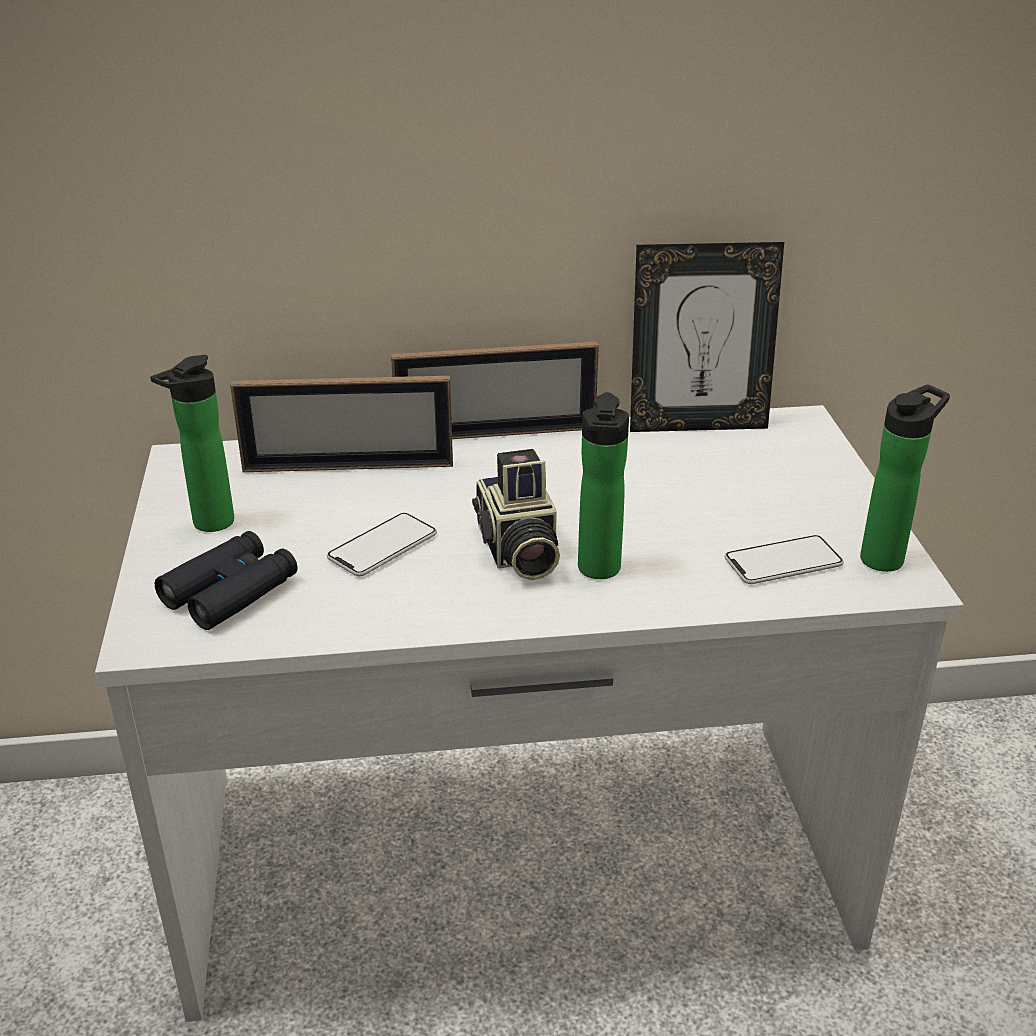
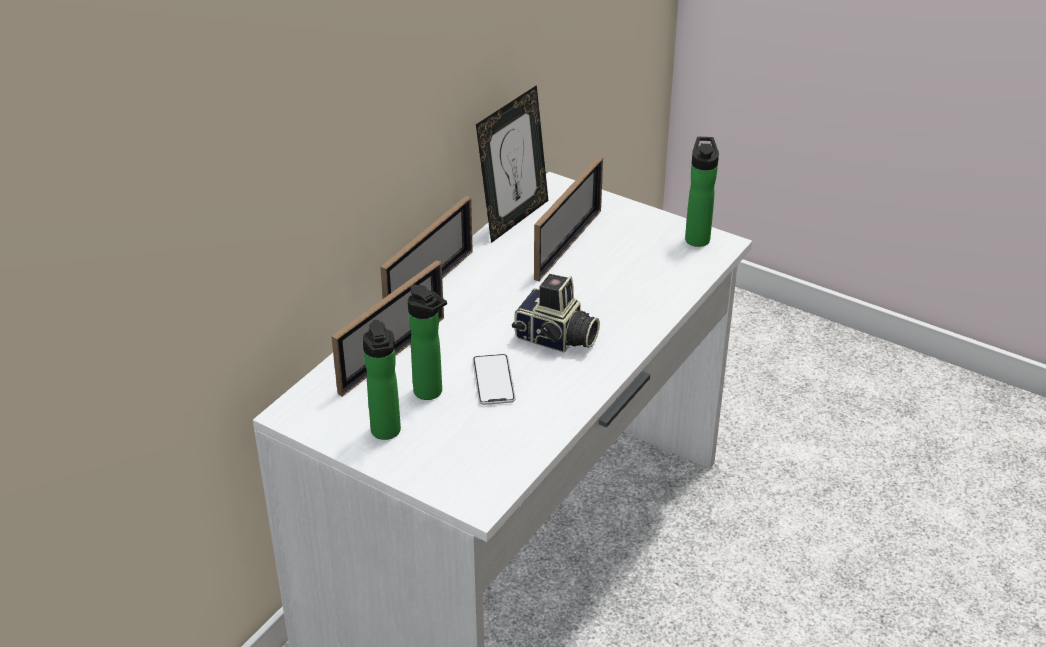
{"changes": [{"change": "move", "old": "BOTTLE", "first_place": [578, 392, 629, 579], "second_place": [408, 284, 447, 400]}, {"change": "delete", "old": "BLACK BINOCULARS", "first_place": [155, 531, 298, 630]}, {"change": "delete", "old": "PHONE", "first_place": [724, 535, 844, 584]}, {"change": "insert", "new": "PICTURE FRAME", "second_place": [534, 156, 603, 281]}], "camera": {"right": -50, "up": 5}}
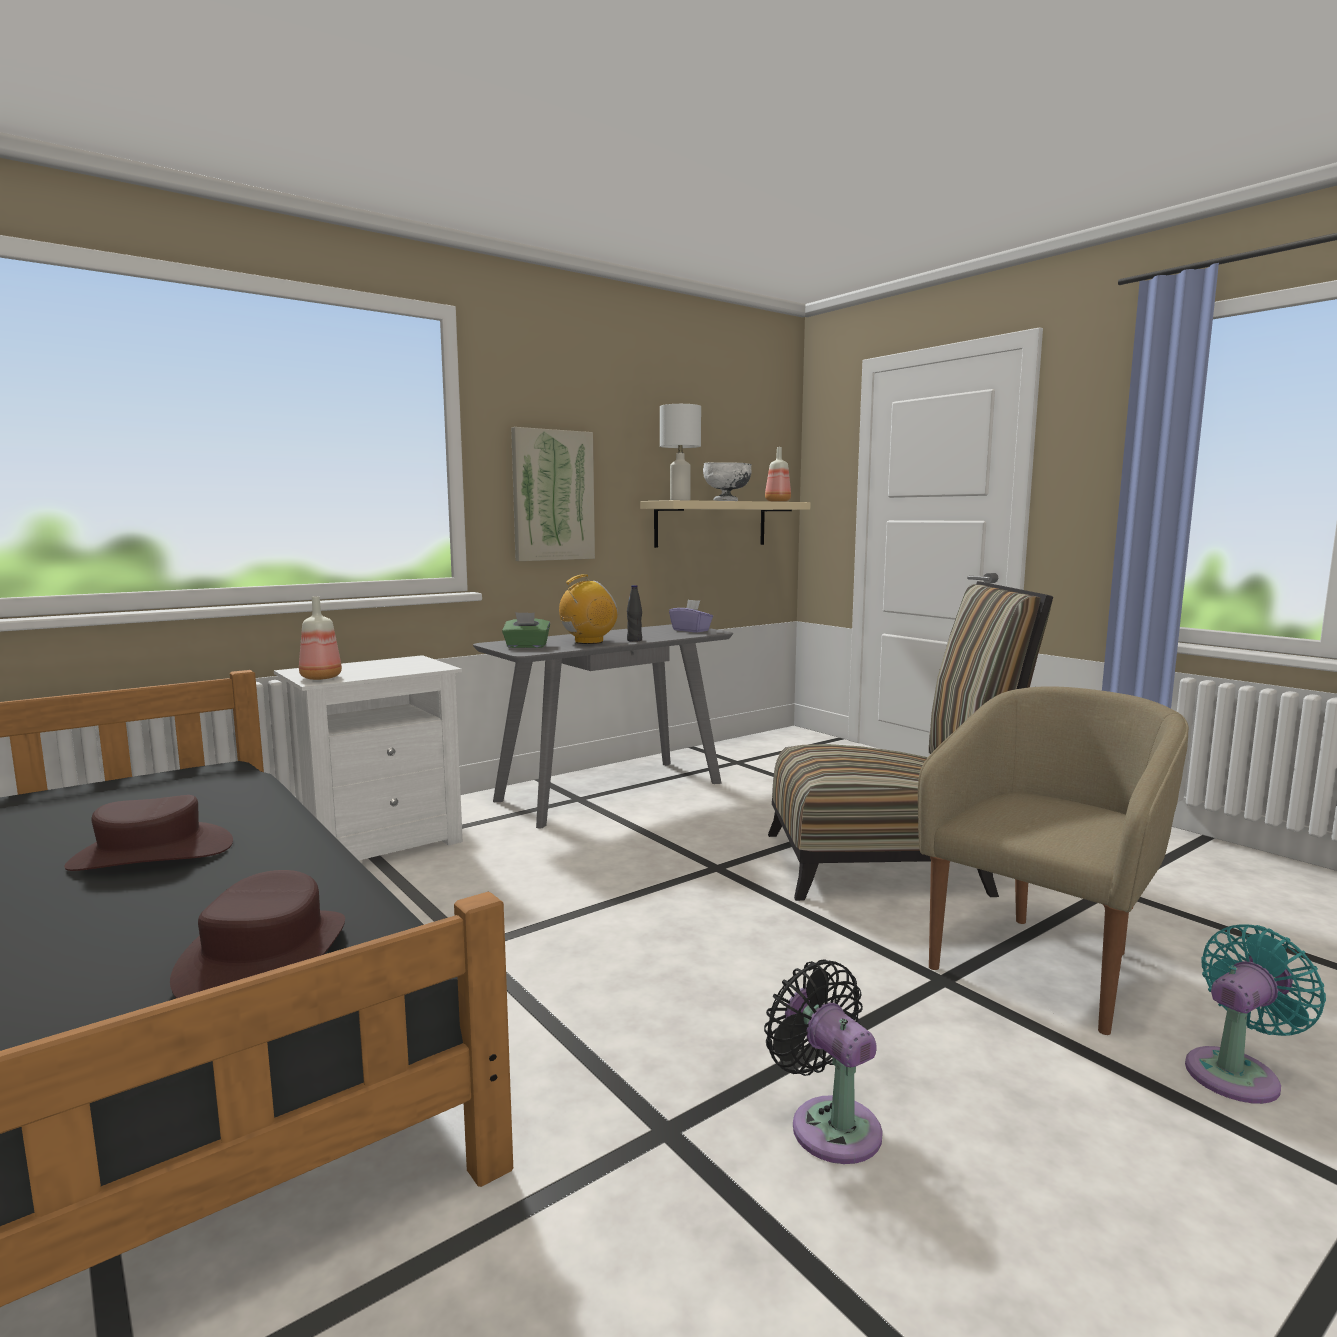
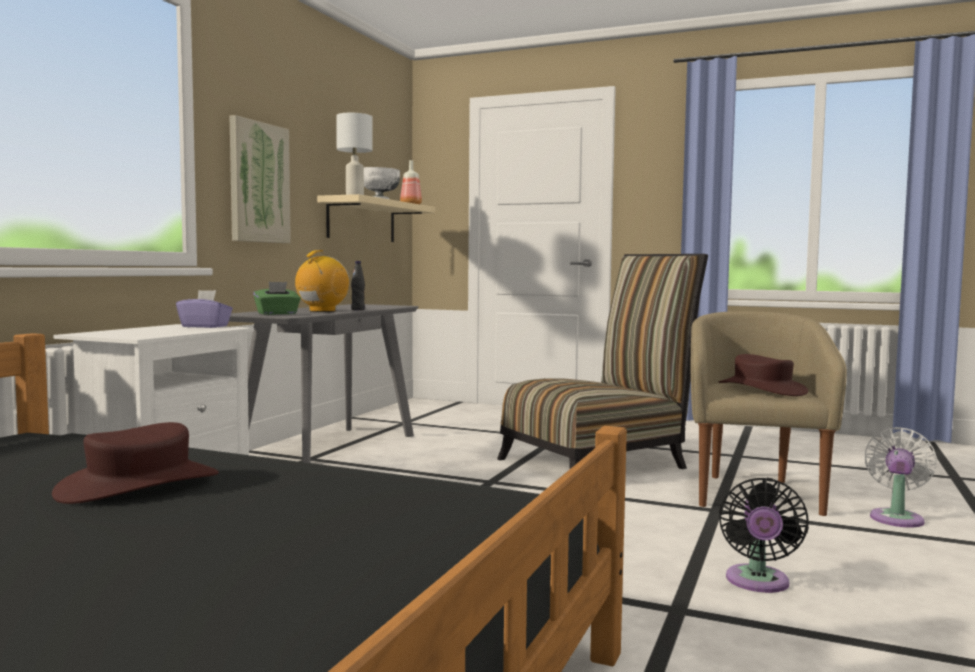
{"changes": [{"change": "delete", "old": "BOTTLE", "first_place": [299, 596, 342, 680]}, {"change": "move", "old": "PURPLE TISSUE BOX", "first_place": [669, 600, 713, 632], "second_place": [176, 290, 233, 328]}, {"change": "move", "old": "BROWN HAT", "first_place": [170, 870, 345, 998], "second_place": [718, 354, 808, 396]}, {"change": "recolor", "old": "TURQUOISE FAN", "new": "WHITE FAN", "first_place": [1185, 925, 1326, 1104], "second_place": [864, 427, 937, 527]}, {"change": "rotate", "old": "BLACK FAN", "first_place": [764, 959, 883, 1164], "second_place": [719, 478, 809, 593], "degrees": -105}], "camera": {"right": -30, "up": -5}}
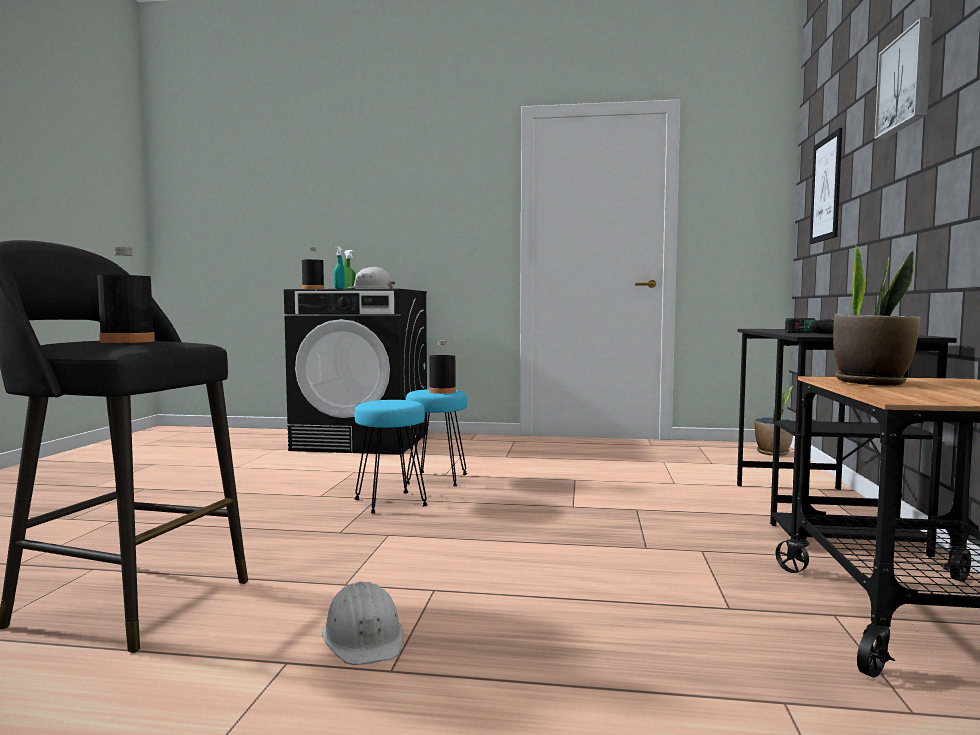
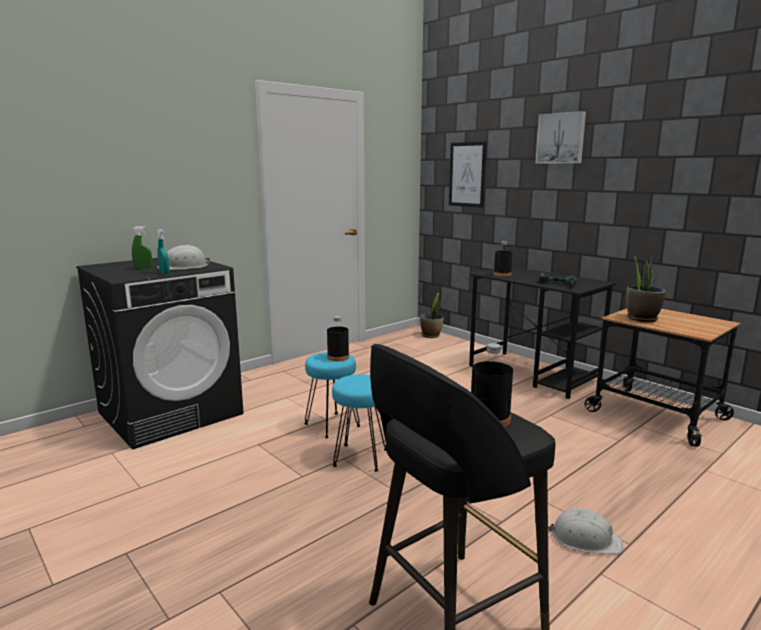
{"changes": [{"change": "move", "old": "BLACK BOTTLE", "first_place": [302, 247, 324, 289], "second_place": [494, 241, 512, 277]}], "camera": {"right": -50, "up": 10}}
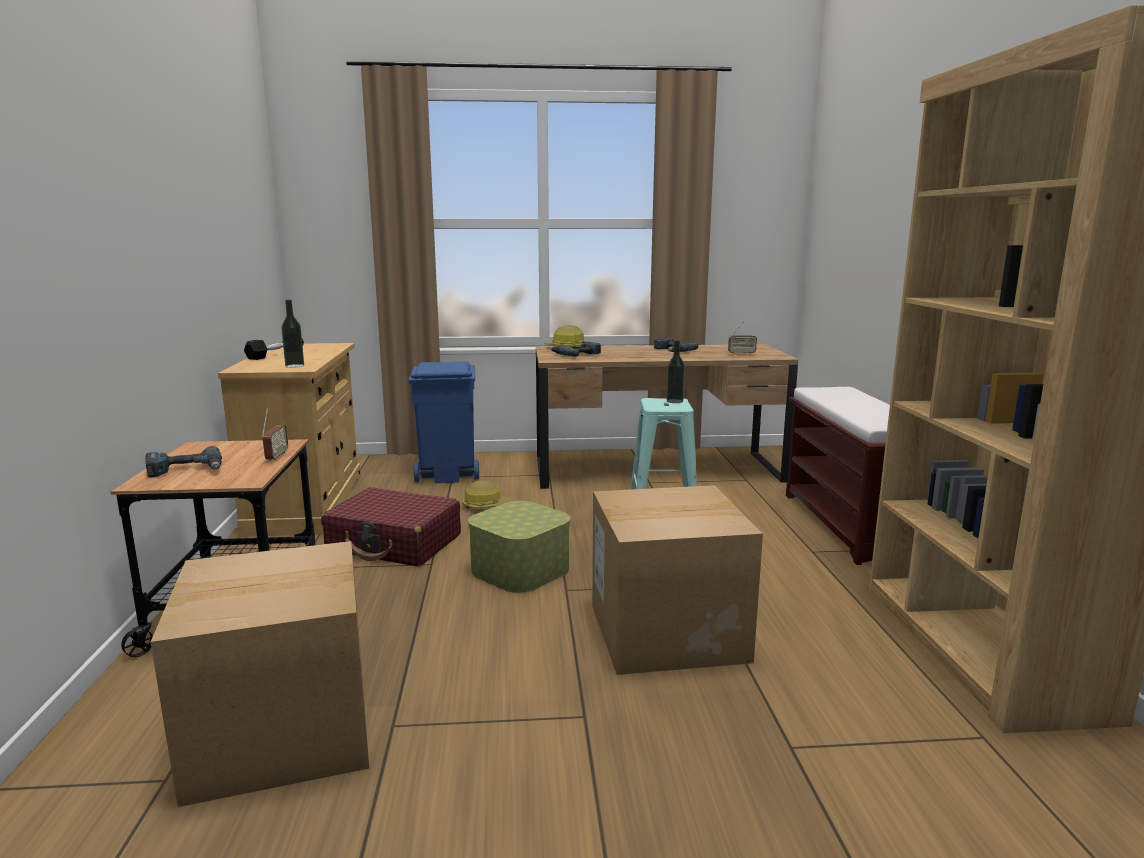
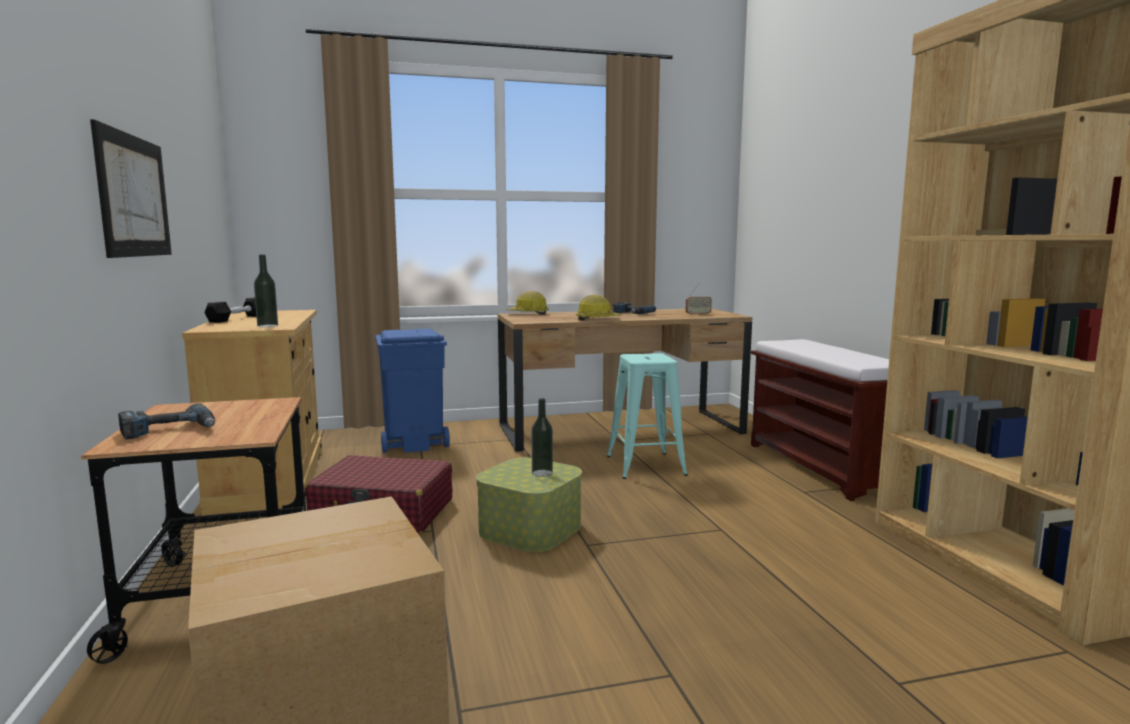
{"changes": [{"change": "move", "old": "BOTTLE", "first_place": [666, 340, 685, 403], "second_place": [531, 398, 553, 477]}, {"change": "delete", "old": "POWER DRILL", "first_place": [551, 342, 601, 357]}, {"change": "delete", "old": "RADIO", "first_place": [262, 408, 288, 461]}, {"change": "move", "old": "HARD HAT", "first_place": [462, 481, 511, 509], "second_place": [576, 295, 621, 320]}, {"change": "delete", "old": "CARDBOARD BOX", "first_place": [592, 485, 763, 675]}, {"change": "insert", "new": "PICTURE", "second_place": [90, 119, 172, 258]}], "camera": {"right": -10, "up": -5}}
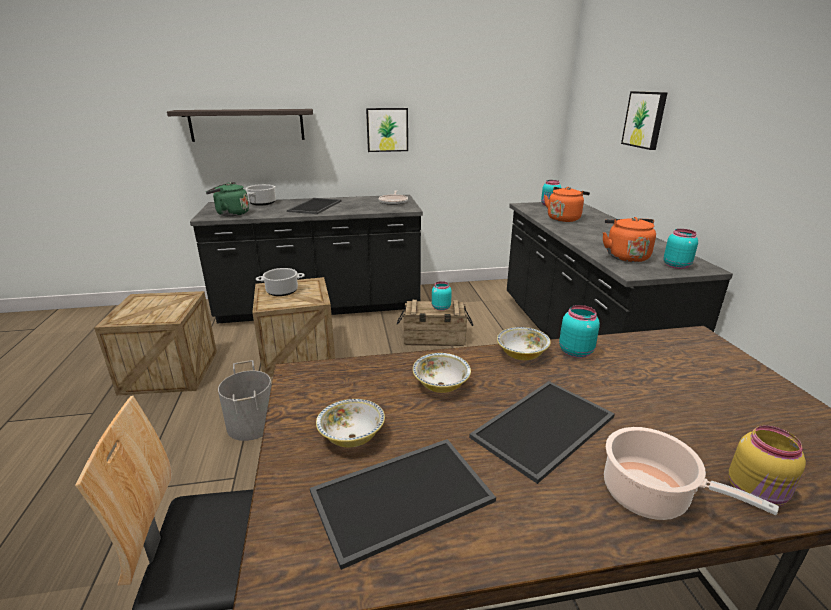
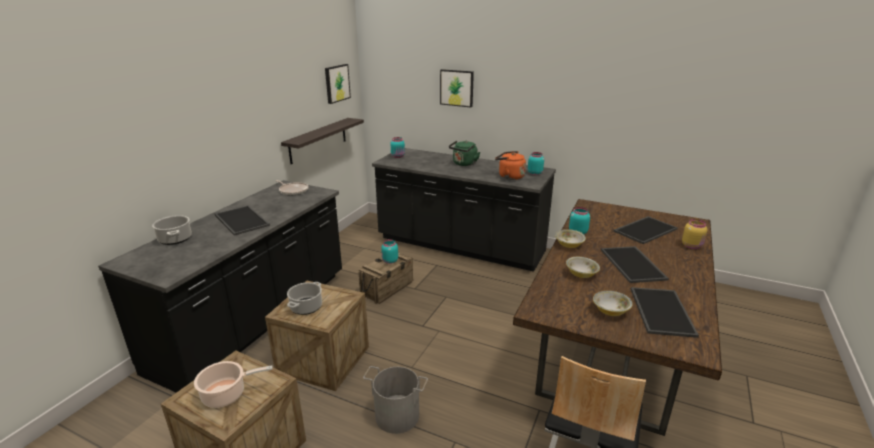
{"changes": [{"change": "move", "old": "PICTURE", "first_place": [366, 108, 408, 152], "second_place": [325, 64, 351, 104]}, {"change": "move", "old": "SHELF", "first_place": [167, 109, 313, 142], "second_place": [281, 118, 364, 164]}, {"change": "move", "old": "GREEN KETTLE", "first_place": [206, 182, 249, 217], "second_place": [449, 140, 480, 166]}, {"change": "delete", "old": "ORANGE KETTLE", "first_place": [544, 187, 590, 222]}, {"change": "move", "old": "COOKING POT", "first_place": [604, 427, 779, 520], "second_place": [194, 361, 273, 408]}, {"change": "insert", "new": "TRAY", "second_place": [613, 216, 678, 244]}], "camera": {"right": -55, "up": 0}}
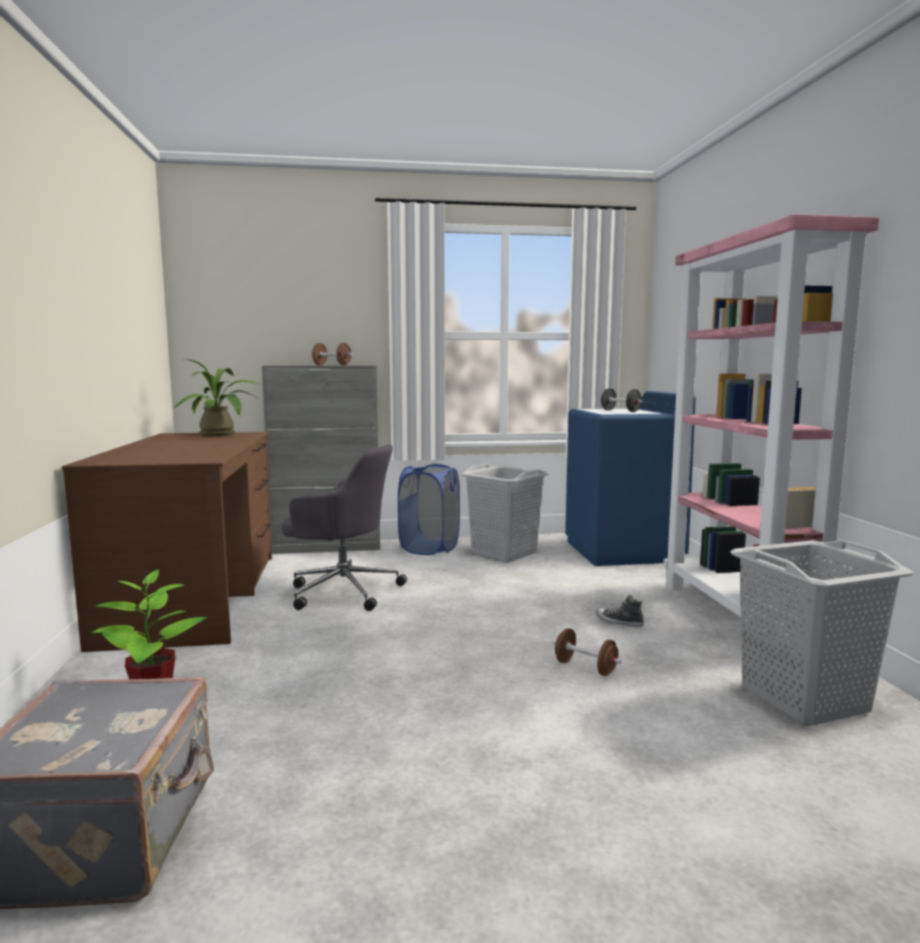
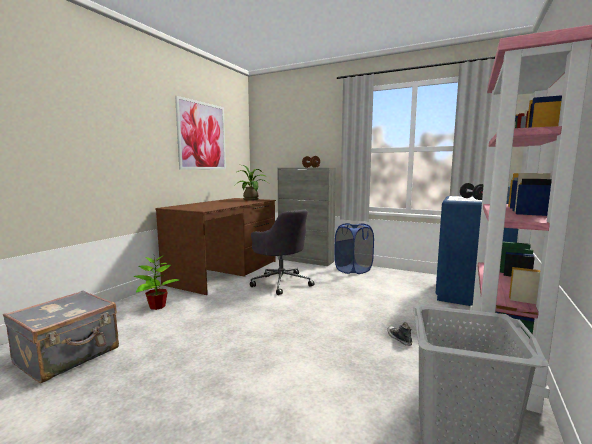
{"changes": [{"change": "delete", "old": "GREY LAUNDRY BASKET", "first_place": [461, 463, 550, 562]}, {"change": "delete", "old": "BROWN DUMBBELL", "first_place": [553, 628, 622, 676]}, {"change": "insert", "new": "PICTURE", "second_place": [175, 96, 226, 169]}], "camera": {"right": 35, "up": 0}}
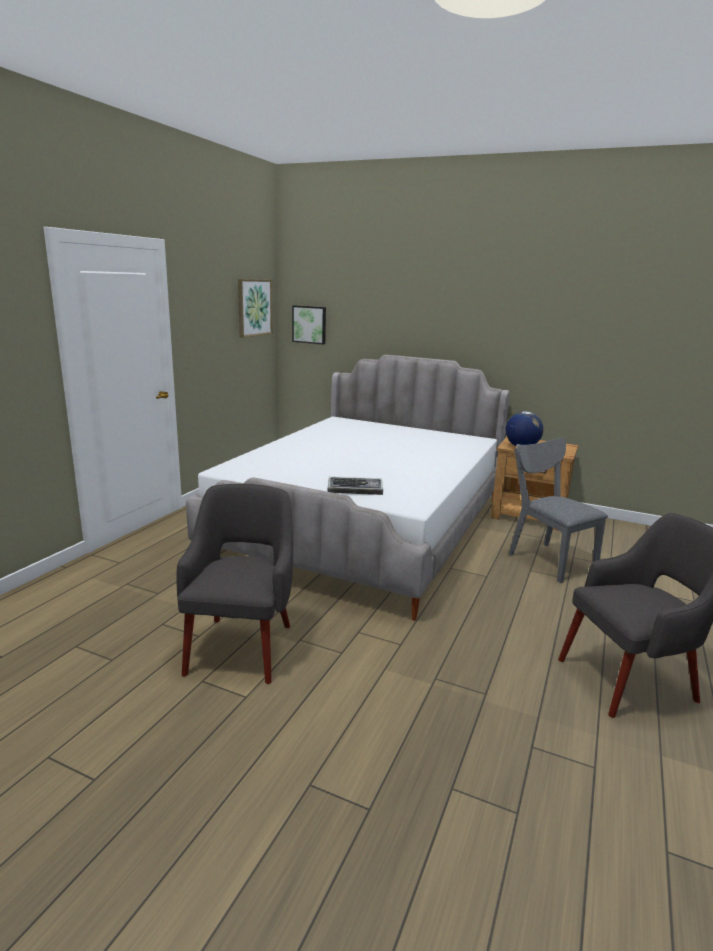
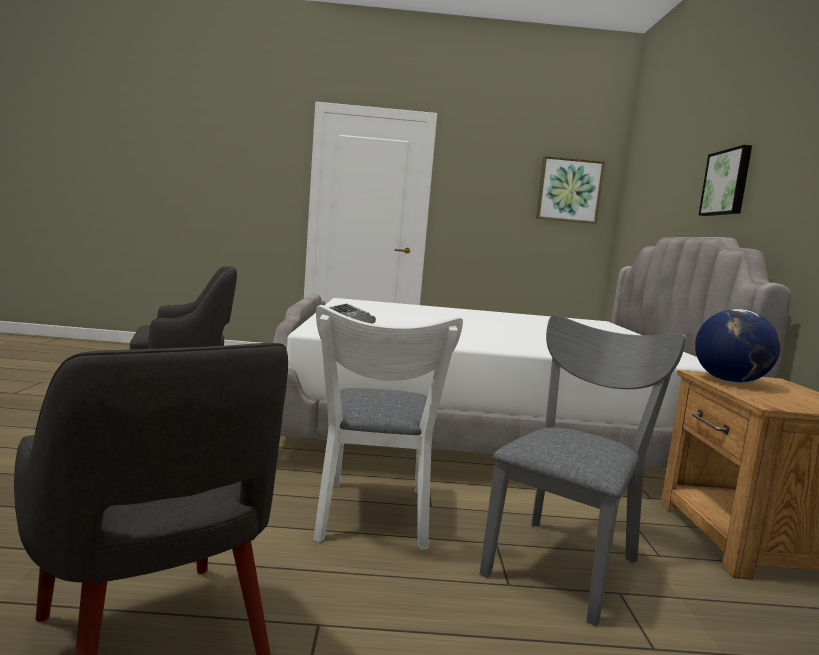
{"changes": [{"change": "move", "old": "PICTURE", "first_place": [292, 305, 326, 345], "second_place": [698, 145, 752, 216]}, {"change": "insert", "new": "WHITE CHAIR", "second_place": [313, 305, 463, 550]}], "camera": {"right": 65, "up": -10}}
